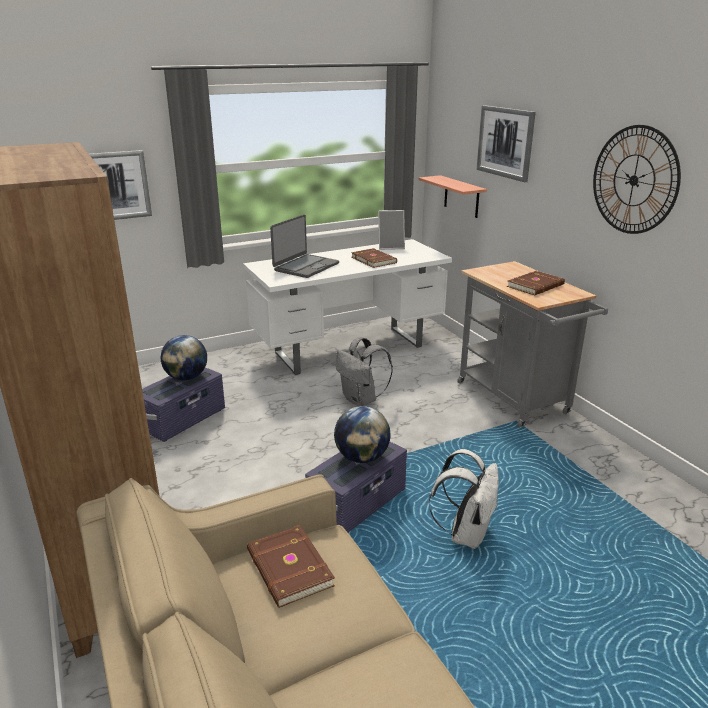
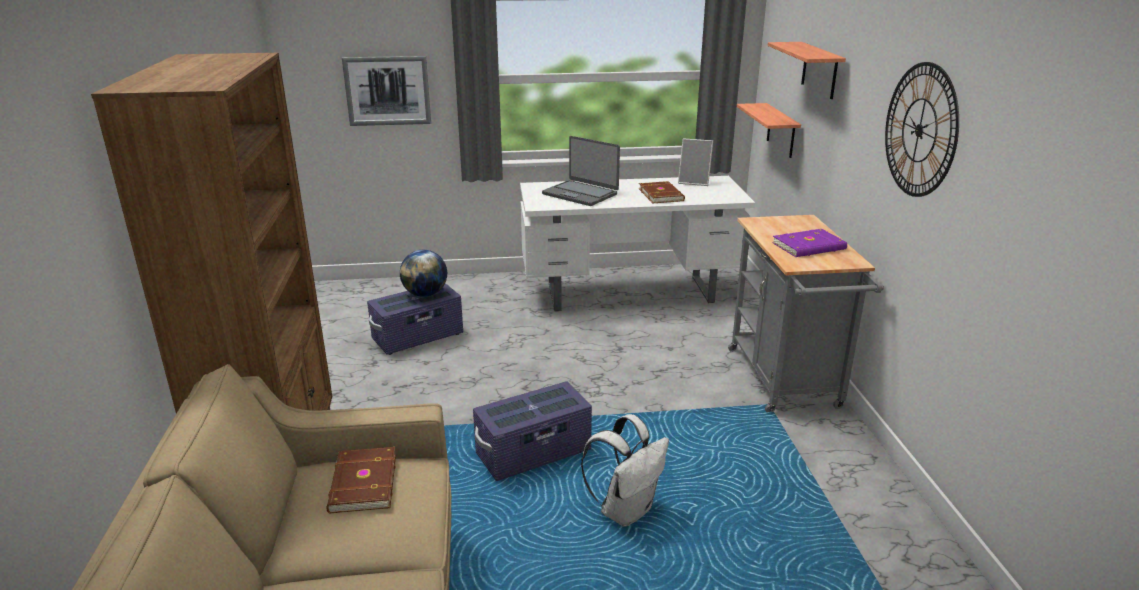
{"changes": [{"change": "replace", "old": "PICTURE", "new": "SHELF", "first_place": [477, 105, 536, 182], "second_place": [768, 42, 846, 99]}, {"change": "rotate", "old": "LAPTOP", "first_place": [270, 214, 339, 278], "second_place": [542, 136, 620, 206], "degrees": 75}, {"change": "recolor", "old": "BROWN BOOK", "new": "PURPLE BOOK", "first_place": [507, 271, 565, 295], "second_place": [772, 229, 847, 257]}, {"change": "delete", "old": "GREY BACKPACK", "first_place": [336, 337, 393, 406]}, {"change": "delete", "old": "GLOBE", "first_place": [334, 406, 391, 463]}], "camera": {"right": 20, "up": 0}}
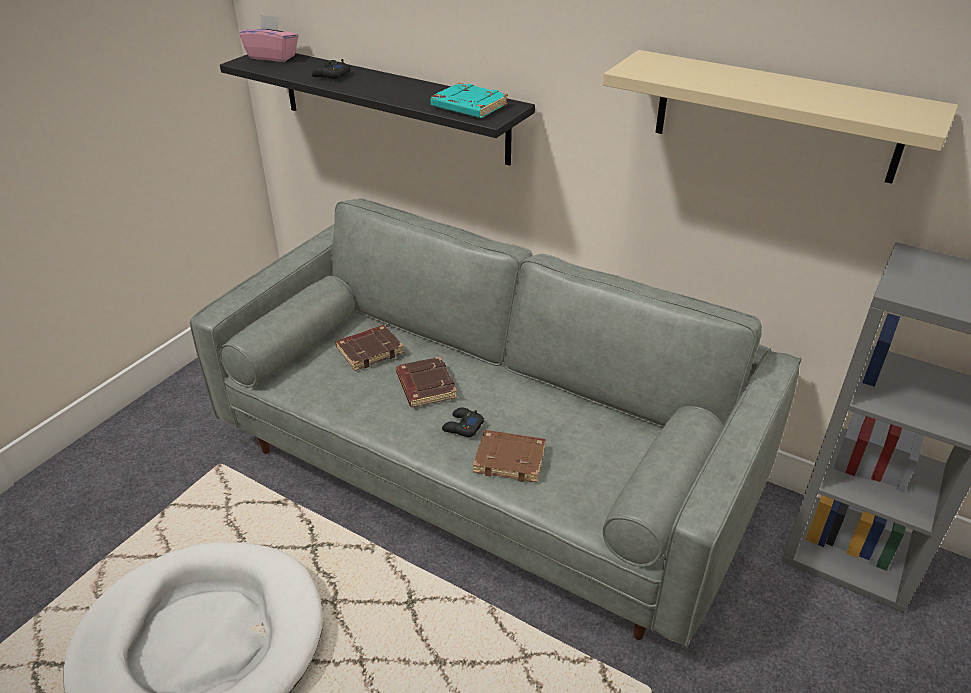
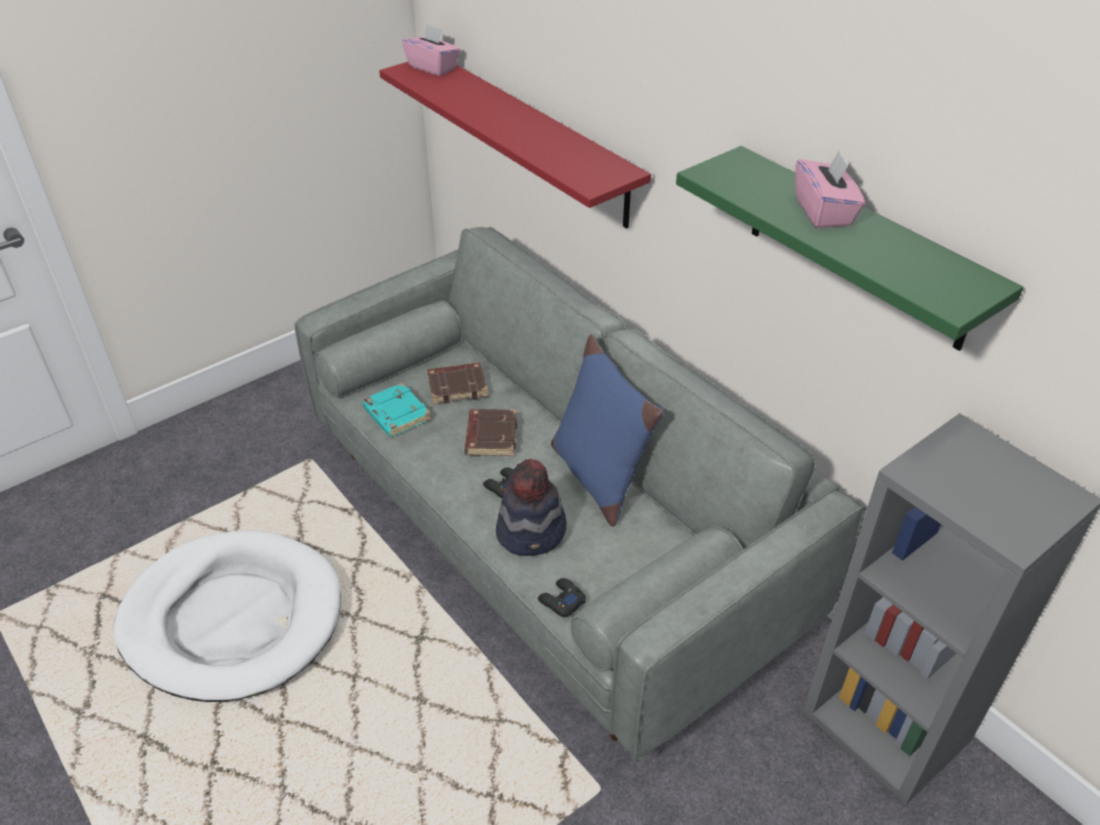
{"changes": [{"change": "recolor", "old": "BEIGE SHELF", "new": "GREEN SHELF", "first_place": [603, 50, 958, 184], "second_place": [676, 146, 1024, 351]}, {"change": "recolor", "old": "BLACK SHELF", "new": "RED SHELF", "first_place": [220, 53, 535, 166], "second_place": [379, 62, 651, 229]}, {"change": "move", "old": "BLACK GAME CONTROLLER", "first_place": [312, 59, 351, 79], "second_place": [538, 578, 586, 617]}, {"change": "move", "old": "TURQUOISE BOOK", "first_place": [431, 83, 508, 118], "second_place": [362, 383, 431, 437]}, {"change": "replace", "old": "BROWN BOOK", "new": "HAT", "first_place": [473, 430, 546, 483], "second_place": [496, 459, 567, 556]}, {"change": "insert", "new": "PINK TISSUE BOX", "second_place": [795, 151, 865, 228]}, {"change": "insert", "new": "BLUE PILLOW", "second_place": [551, 334, 664, 527]}], "camera": {"right": 20, "up": 5}}
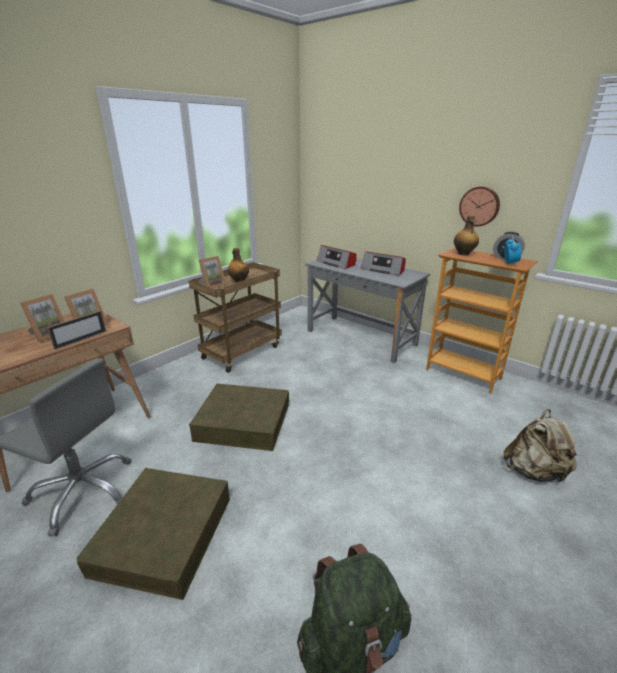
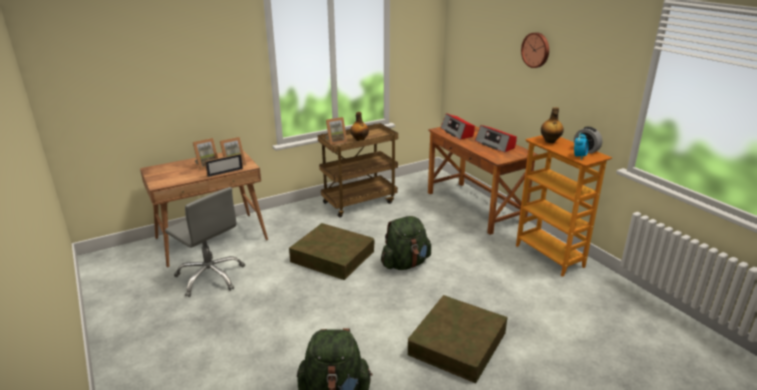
{"changes": [{"change": "move", "old": "WALL CLOCK", "first_place": [459, 186, 500, 227], "second_place": [521, 32, 549, 68]}, {"change": "recolor", "old": "GREY DESK", "new": "BROWN DESK", "first_place": [305, 258, 430, 363], "second_place": [428, 126, 538, 235]}, {"change": "delete", "old": "BEIGE BACKPACK", "first_place": [503, 409, 577, 484]}, {"change": "move", "old": "BROWN STORAGE BOX", "first_place": [77, 468, 230, 600], "second_place": [408, 295, 507, 383]}, {"change": "insert", "new": "GREEN BACKPACK", "second_place": [381, 216, 431, 270]}], "camera": {"right": 20, "up": 0}}
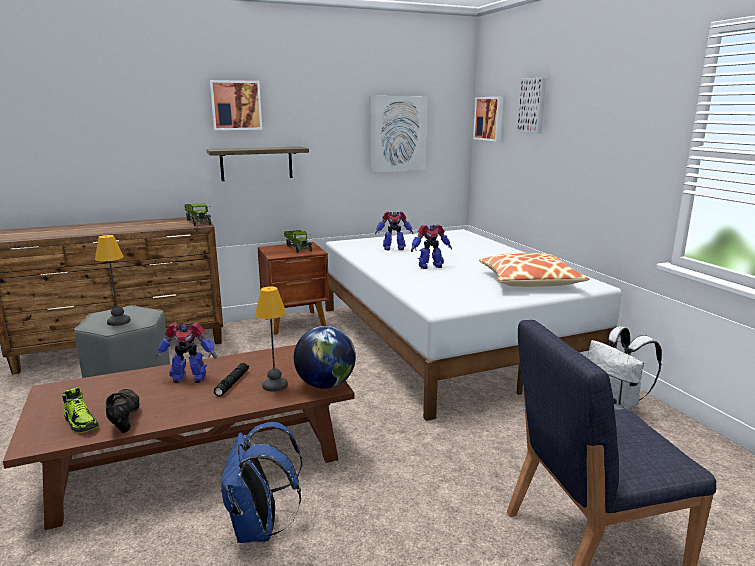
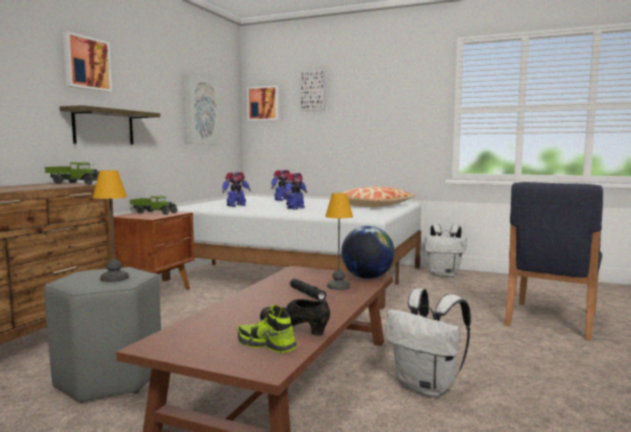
{"changes": [{"change": "move", "old": "TOY ROBOT", "first_place": [156, 322, 217, 383], "second_place": [271, 169, 293, 201]}, {"change": "rotate", "old": "SHOE", "first_place": [62, 387, 99, 433], "second_place": [238, 305, 296, 353], "degrees": -150}, {"change": "recolor", "old": "BLUE BACKPACK", "new": "WHITE BACKPACK", "first_place": [221, 422, 302, 543], "second_place": [386, 288, 471, 397]}], "camera": {"right": -45, "up": -10}}
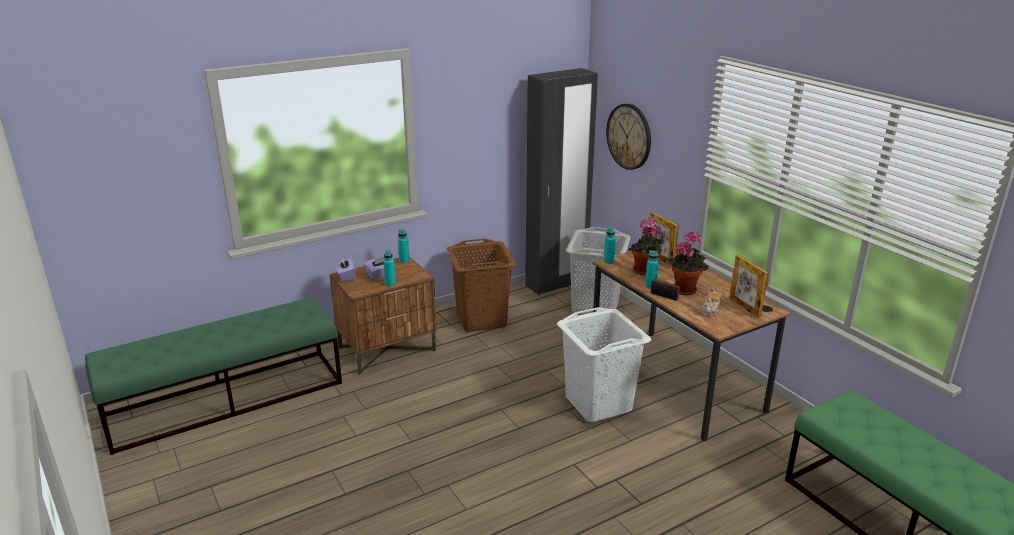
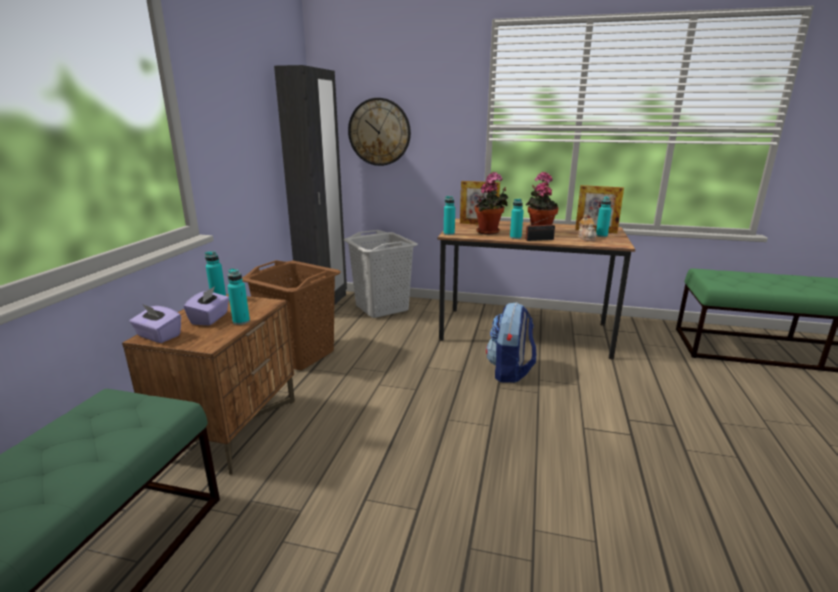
{"changes": [{"change": "replace", "old": "WHITE LAUNDRY BASKET", "new": "BACKPACK", "first_place": [557, 307, 651, 422], "second_place": [486, 302, 536, 383]}, {"change": "insert", "new": "TURQUOISE BOTTLE", "second_place": [596, 197, 611, 237]}], "camera": {"right": -45, "up": -5}}
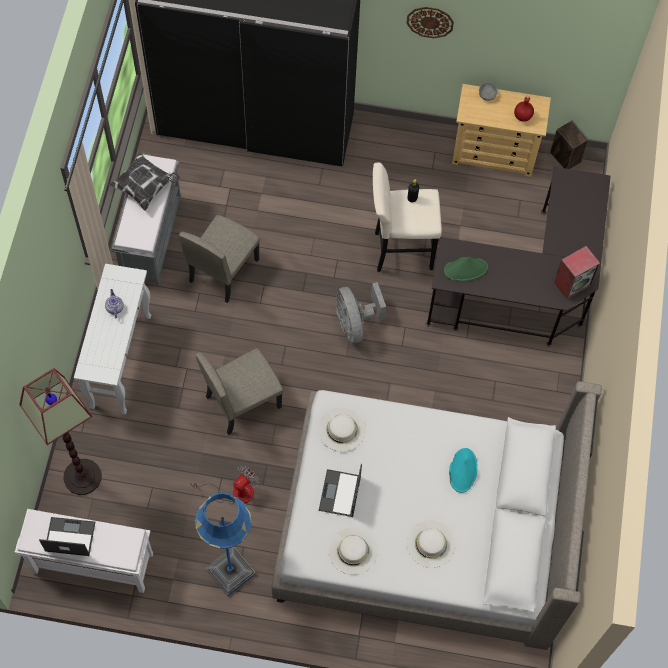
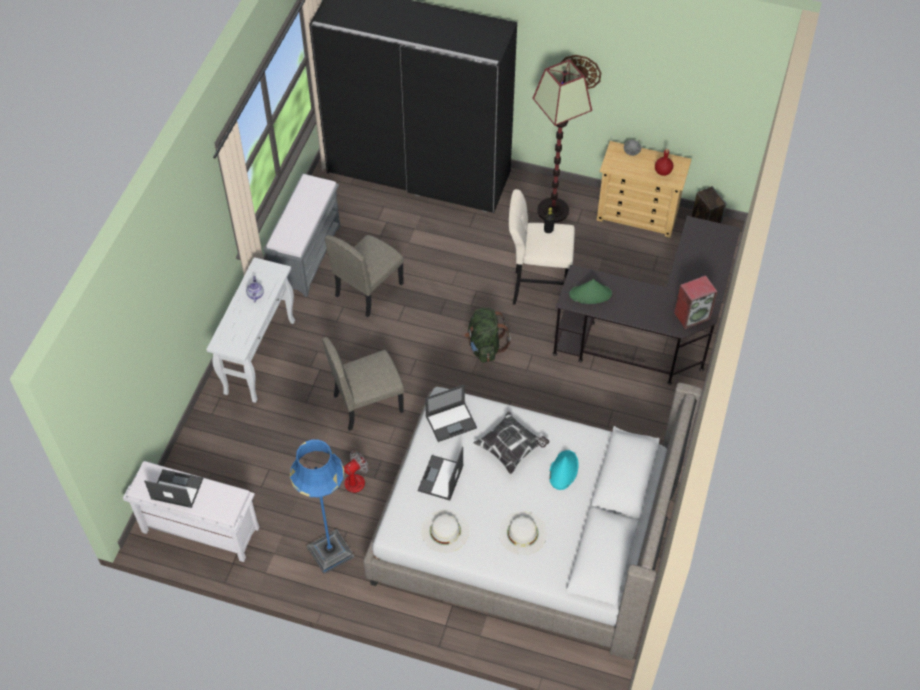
{"changes": [{"change": "move", "old": "PILLOW", "first_place": [108, 152, 180, 211], "second_place": [473, 411, 549, 474]}, {"change": "replace", "old": "GREY FAN", "new": "GREEN BACKPACK", "first_place": [336, 282, 386, 343], "second_place": [464, 307, 511, 363]}, {"change": "move", "old": "FLOOR LAMP", "first_place": [19, 368, 101, 495], "second_place": [533, 59, 592, 223]}, {"change": "replace", "old": "WHITE HAT", "new": "LAPTOP", "first_place": [318, 408, 366, 452], "second_place": [425, 384, 477, 442]}], "camera": {"right": 10, "up": -10}}
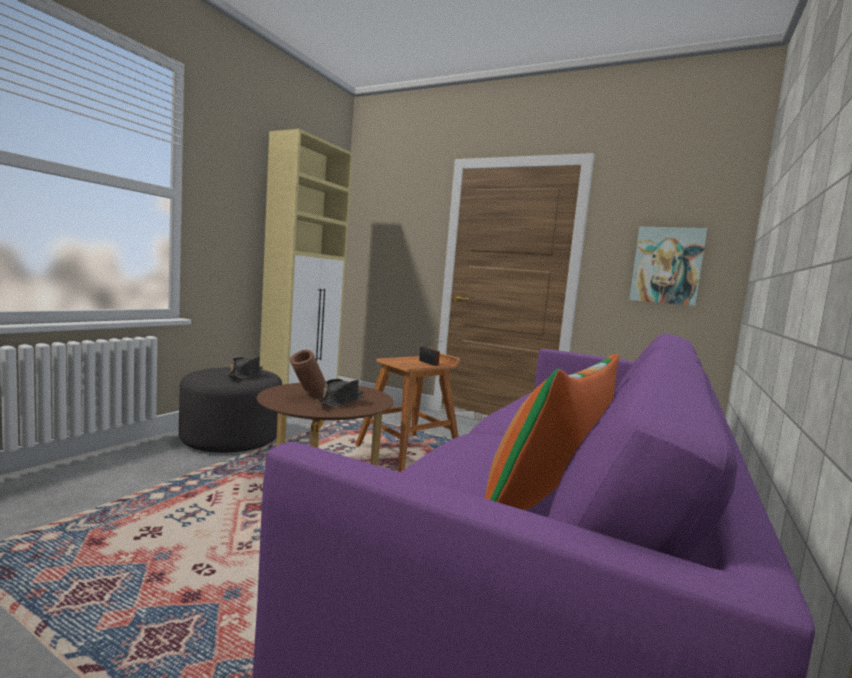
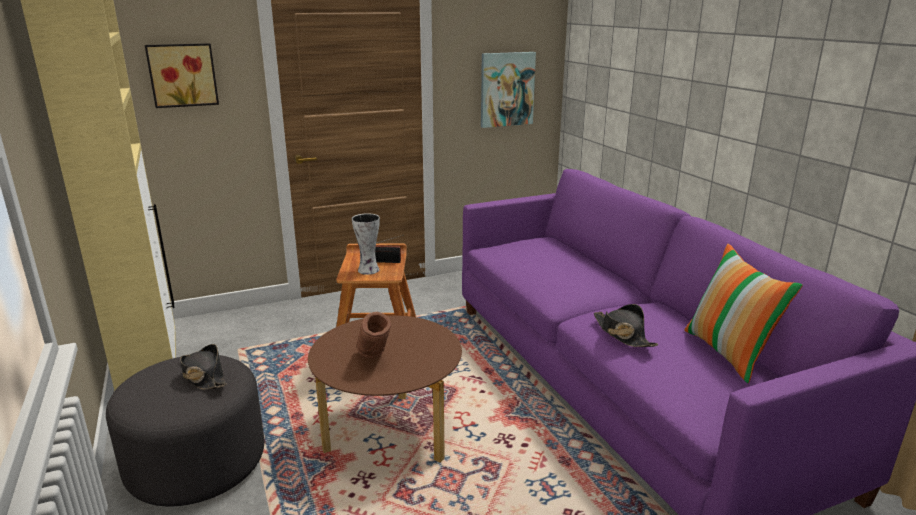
{"changes": [{"change": "move", "old": "BLACK HAT", "first_place": [316, 379, 364, 407], "second_place": [594, 304, 658, 347]}, {"change": "insert", "new": "PICTURE", "second_place": [145, 43, 219, 108]}, {"change": "insert", "new": "VASE", "second_place": [352, 213, 380, 275]}], "camera": {"right": -50, "up": 15}}
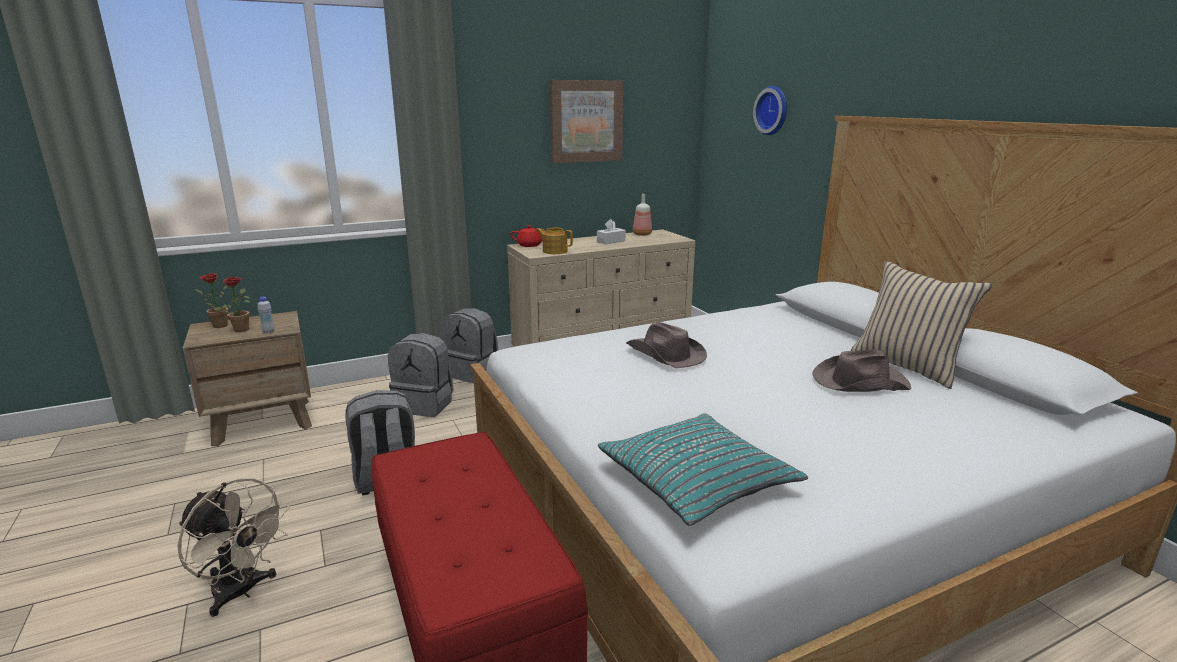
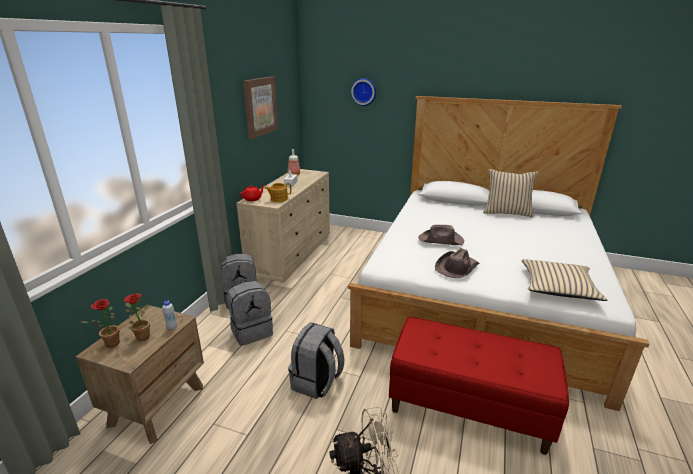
{"changes": [{"change": "move", "old": "BROWN HAT", "first_place": [812, 350, 911, 392], "second_place": [435, 248, 480, 278]}, {"change": "recolor", "old": "TURQUOISE PILLOW", "new": "BEIGE PILLOW", "first_place": [598, 413, 808, 526], "second_place": [521, 259, 607, 301]}], "camera": {"right": -45, "up": 5}}
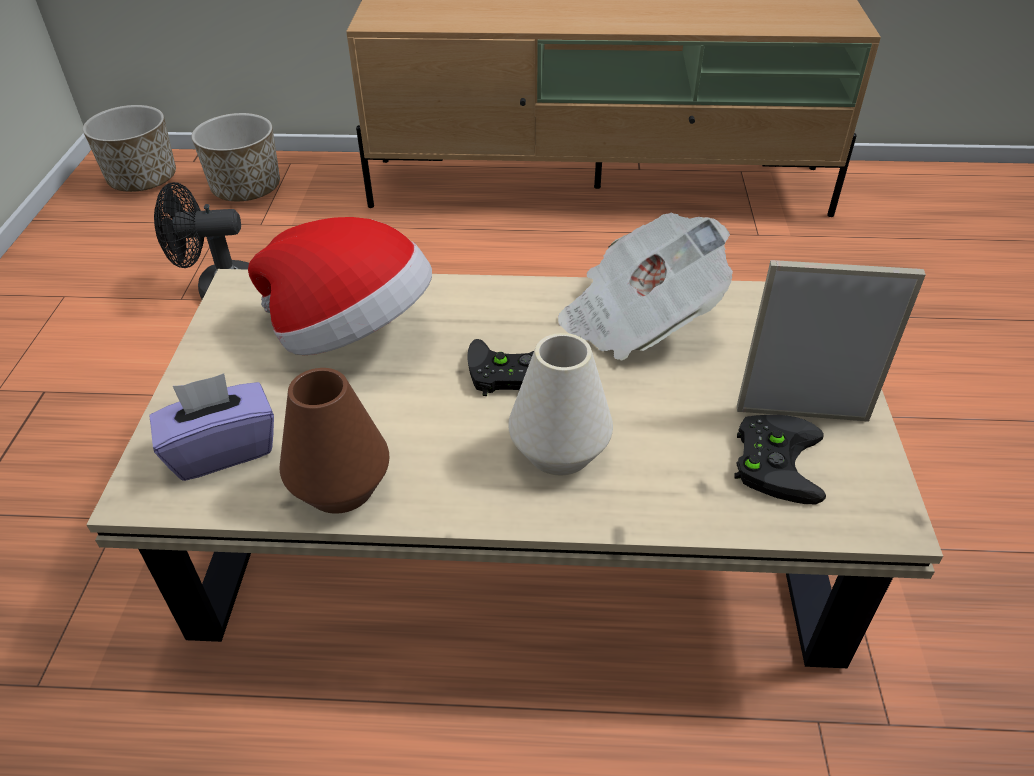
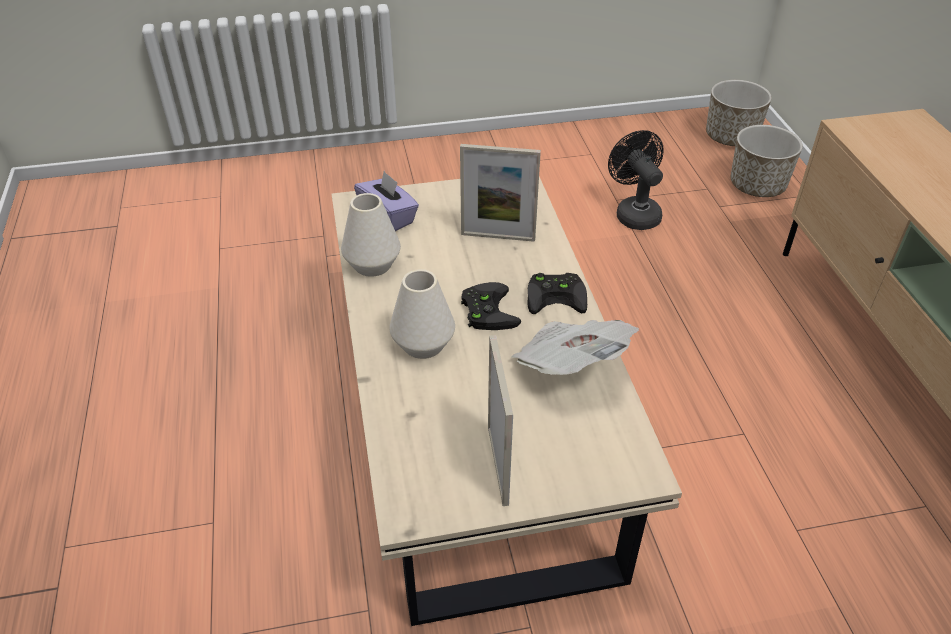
{"changes": [{"change": "replace", "old": "HAT", "new": "PICTURE FRAME", "first_place": [248, 217, 432, 355], "second_place": [460, 144, 541, 242]}, {"change": "recolor", "old": "BROWN VASE", "new": "WHITE VASE", "first_place": [279, 368, 389, 514], "second_place": [341, 193, 401, 277]}, {"change": "move", "old": "BLACK GAME CONTROLLER", "first_place": [734, 415, 826, 504], "second_place": [527, 273, 587, 314]}], "camera": {"right": 75, "up": 0}}
